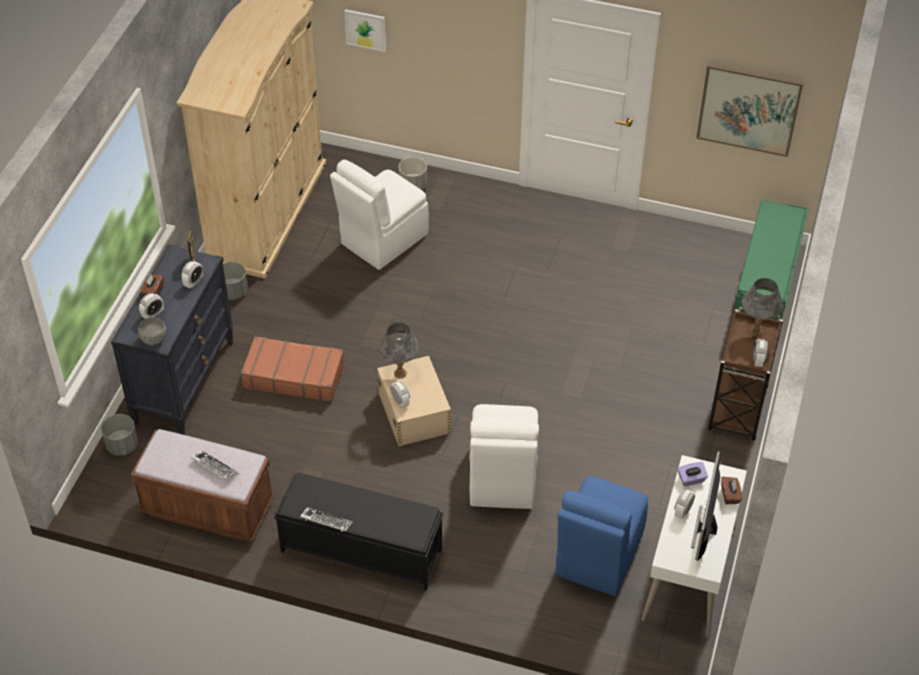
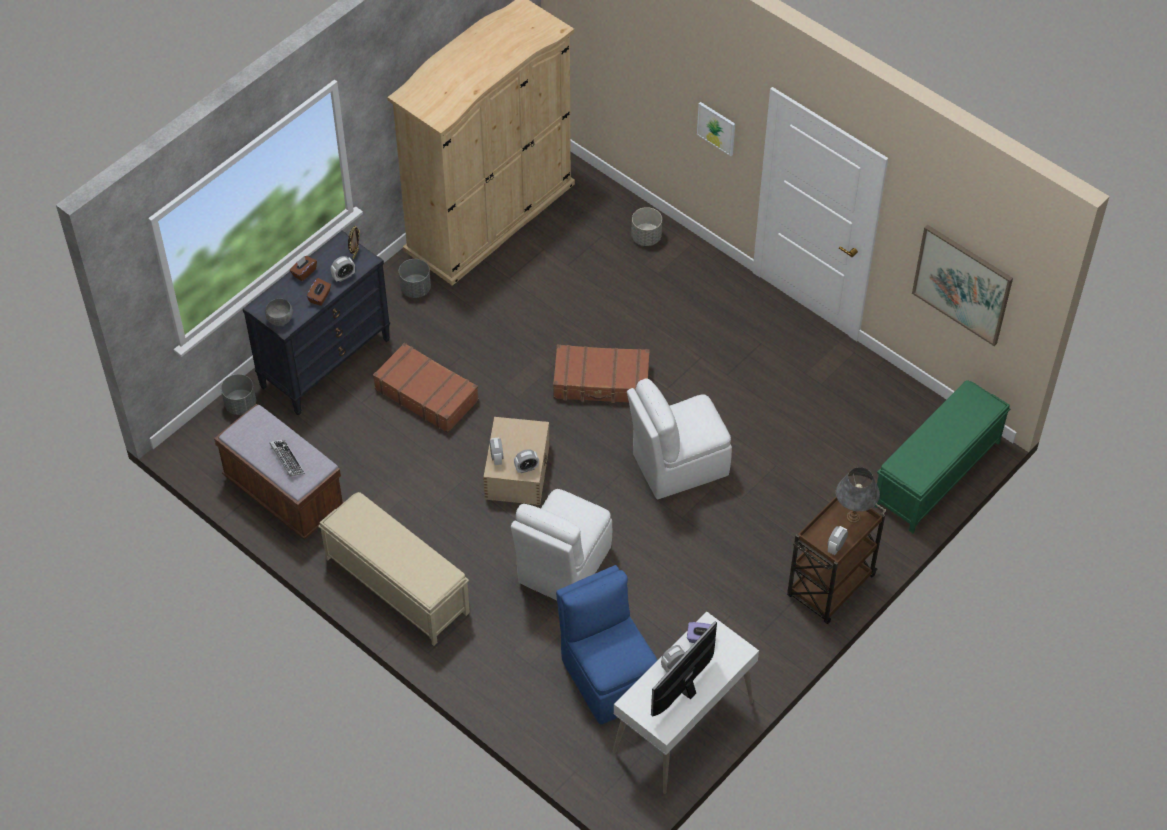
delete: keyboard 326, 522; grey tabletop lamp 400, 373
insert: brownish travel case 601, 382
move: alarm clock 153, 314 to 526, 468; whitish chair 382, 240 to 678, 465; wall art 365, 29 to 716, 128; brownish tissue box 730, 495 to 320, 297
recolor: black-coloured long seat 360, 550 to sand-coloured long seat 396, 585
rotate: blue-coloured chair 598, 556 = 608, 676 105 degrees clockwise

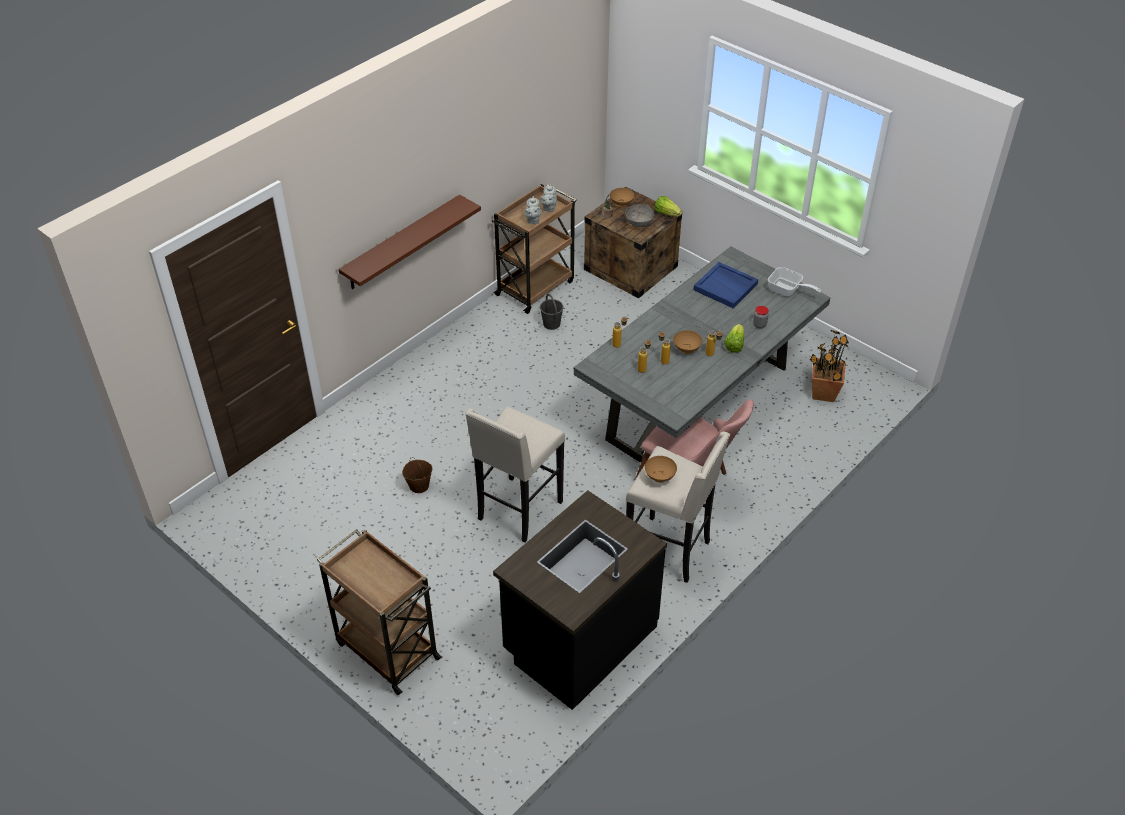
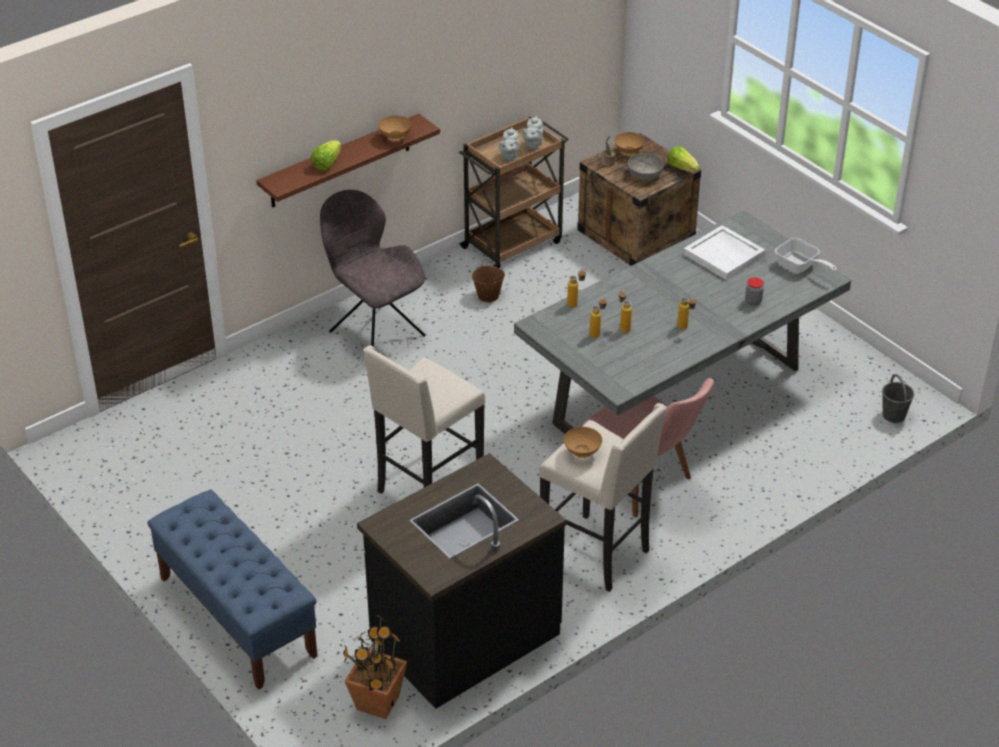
insert: grey chair 375, 332
move: brownish pail 419, 486 to 488, 296; grey pail 551, 324 to 894, 415; brownish serving bowl 687, 350 to 396, 137; lettuce head 734, 345 to 327, 163; plant in a pot 823, 393 to 377, 702
replace: brownish trolley 386, 649 to blue-coloured long seat 237, 616
recolor: blue-coloured carrying tray 726, 287 to whitish carrying tray 724, 255

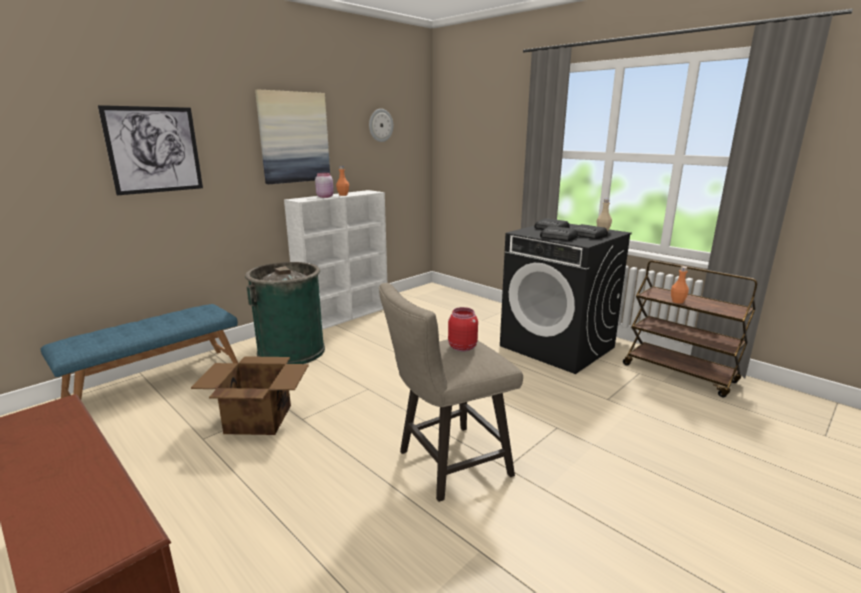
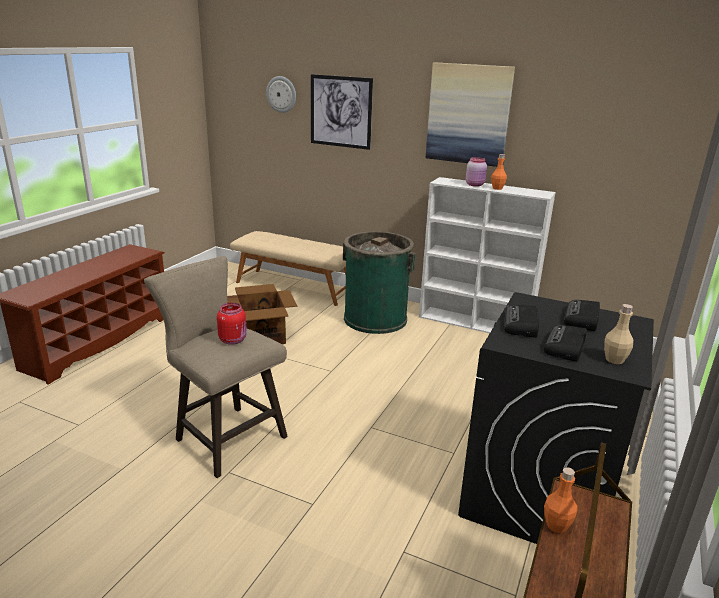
move: hanging clock 380, 125 to 281, 94
recolor: blue-coloured long seat 156, 381 to sand-coloured long seat 294, 286

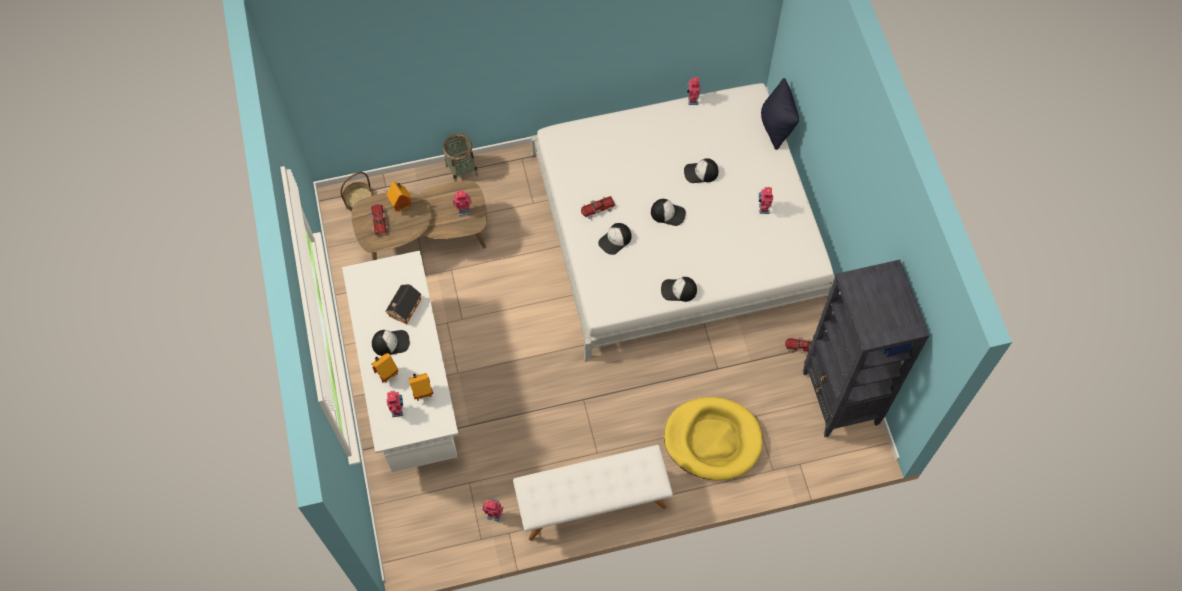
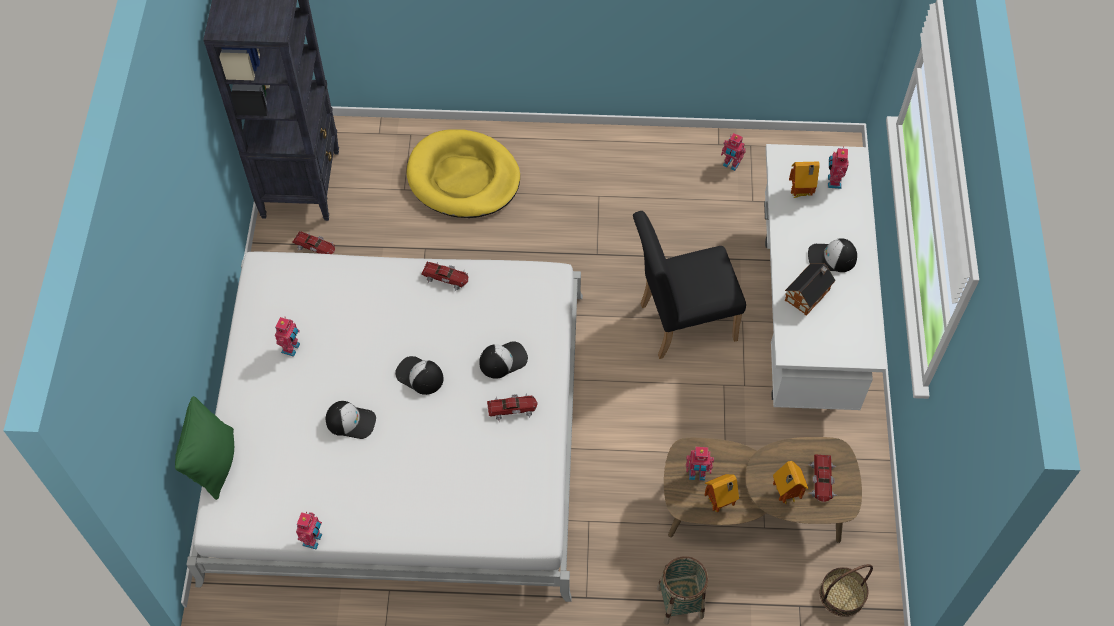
delete: whitish long seat 593, 503
insert: black-coloured chair 680, 323
move: model house 386, 374 to 719, 504
replace: peaked cap 678, 290 to model car 446, 277
recolor: black-coloured throw pillow 776, 127 to greenish throw pillow 214, 463

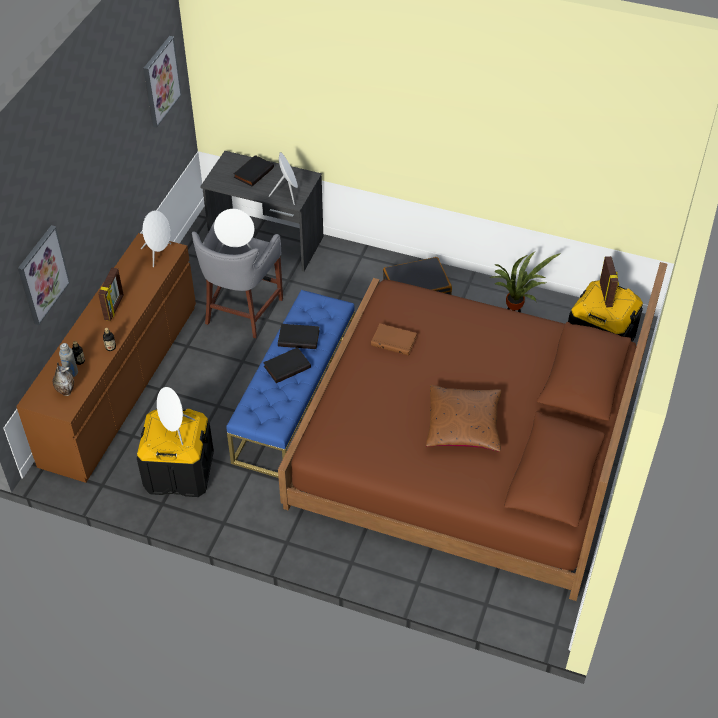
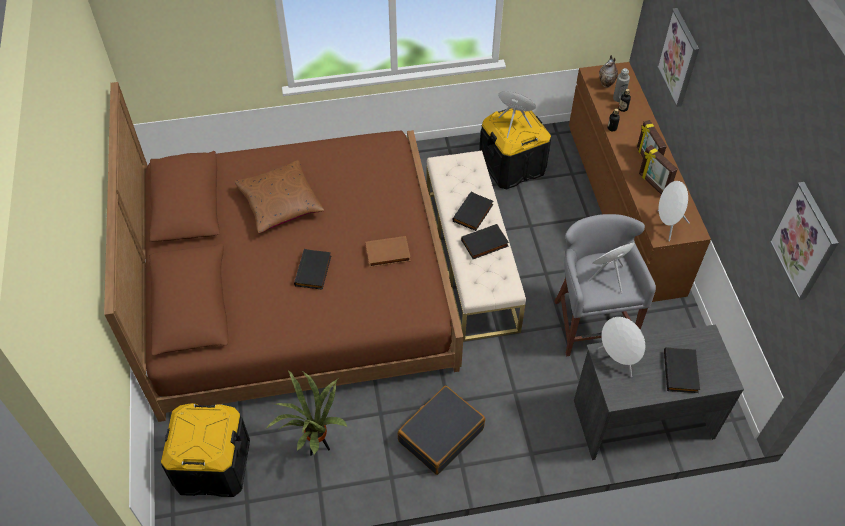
insert: black-coloured book 314, 271
move: picture frame 606, 295 to 653, 184
recolor: blue-coloured long seat 295, 400 to sand-coloured long seat 470, 259

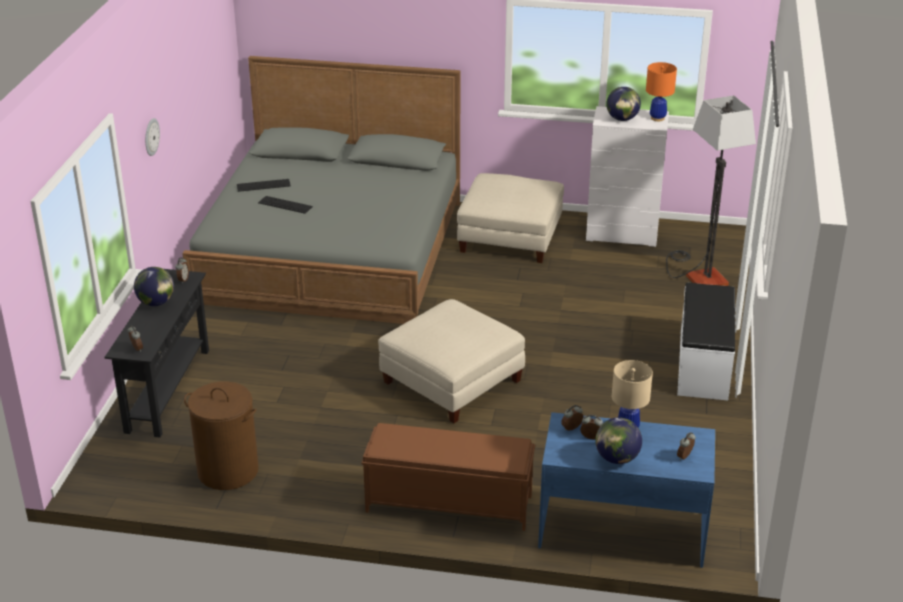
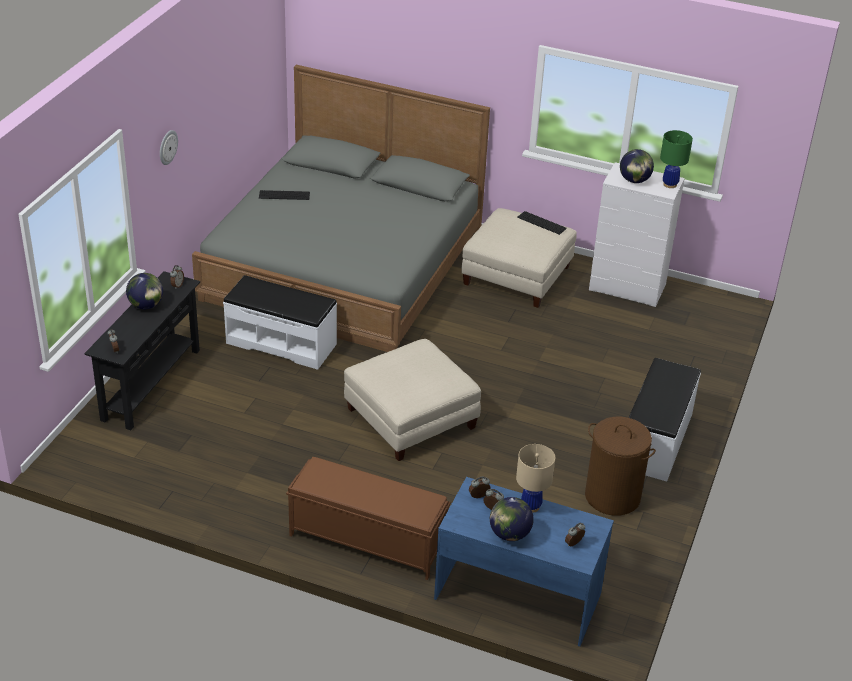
delete: standard lamp 698, 275
insert: whitish long seat 281, 343
move: brownish laundry basket 227, 471 to 612, 496; keyboard 285, 205 to 541, 223
recolor: orangey tabletop lamp 657, 118 to greenish tabletop lamp 670, 184

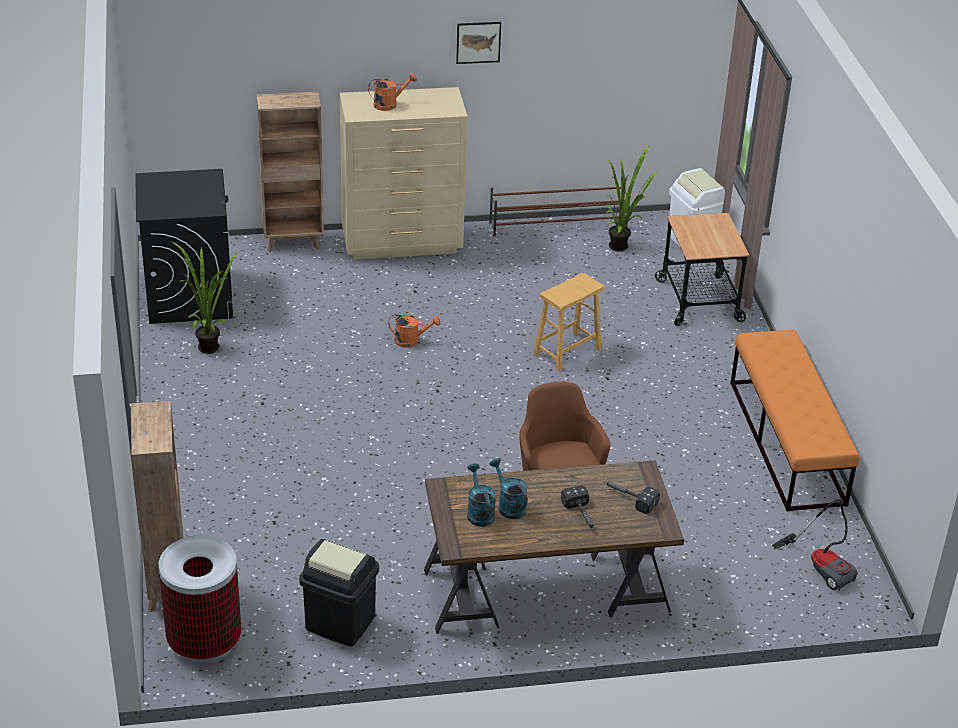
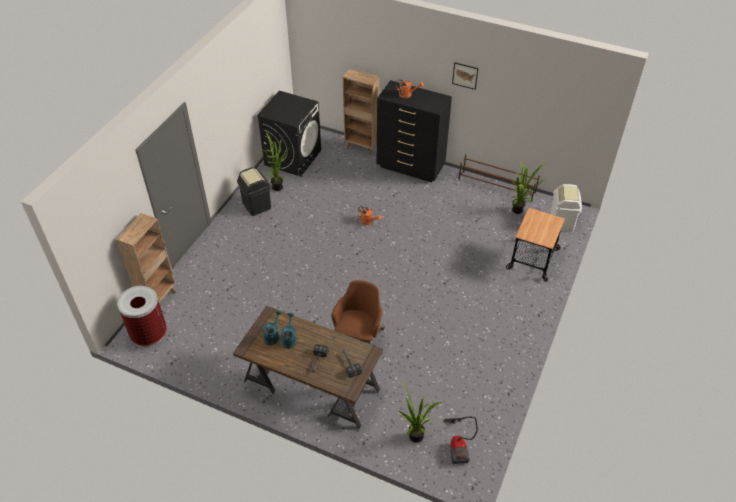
delete: brownish stool seat 567, 351; orangey long seat 786, 442
insert: plant in a pot 414, 440
move: black-coloured waste bin 340, 623 to 256, 206
recolor: sand-coloured dresser 403, 243 to black-coloured dresser 411, 167

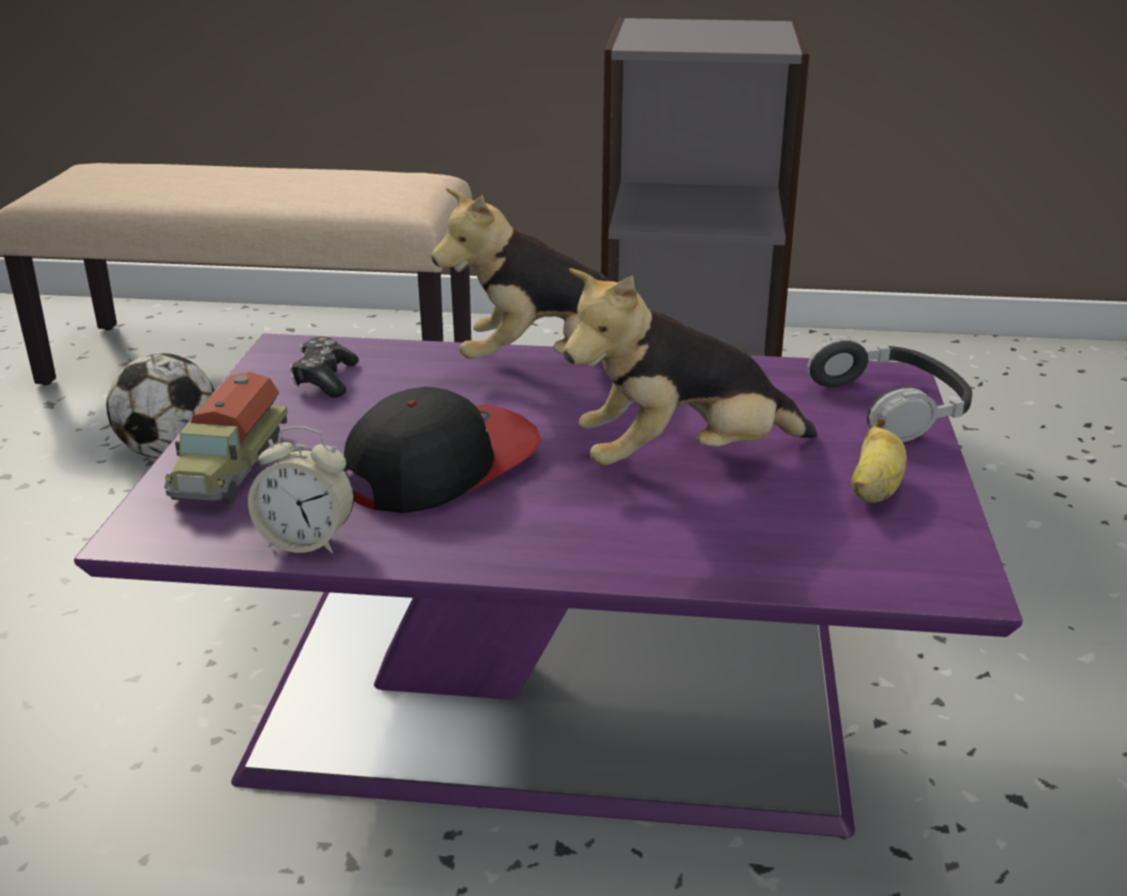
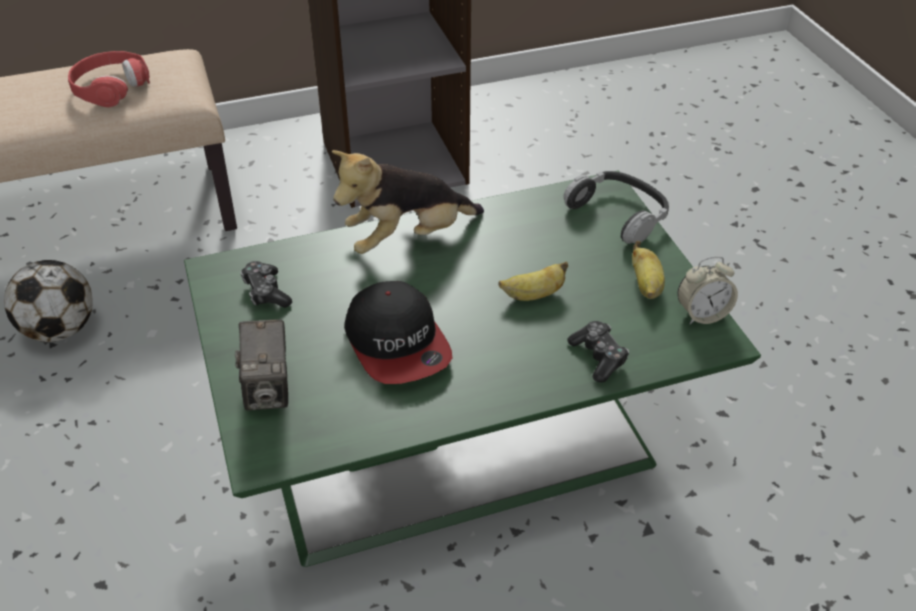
insert: red-coloured headphones 111, 87; gamepad 598, 357
move: alarm clock 307, 541 to 702, 314
replace: model truck 229, 468 to photo camera 268, 389; cuddly toy 683, 461 to whole banana 533, 295
recolor: purple-coloured lounge table 568, 692 to greenish lounge table 460, 431
rotate: peaked cap 441, 465 = 398, 343 135 degrees clockwise

